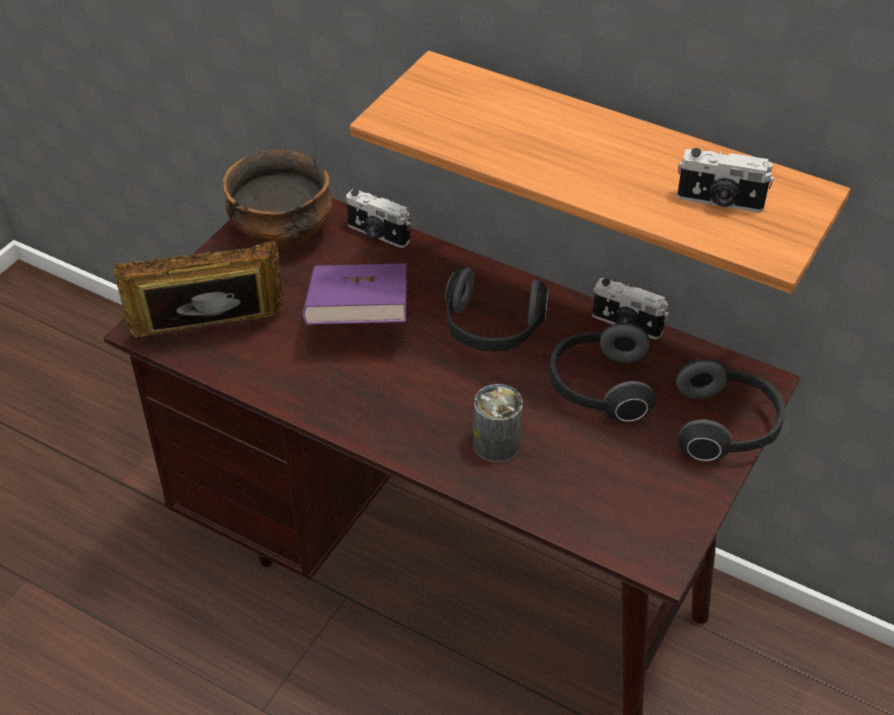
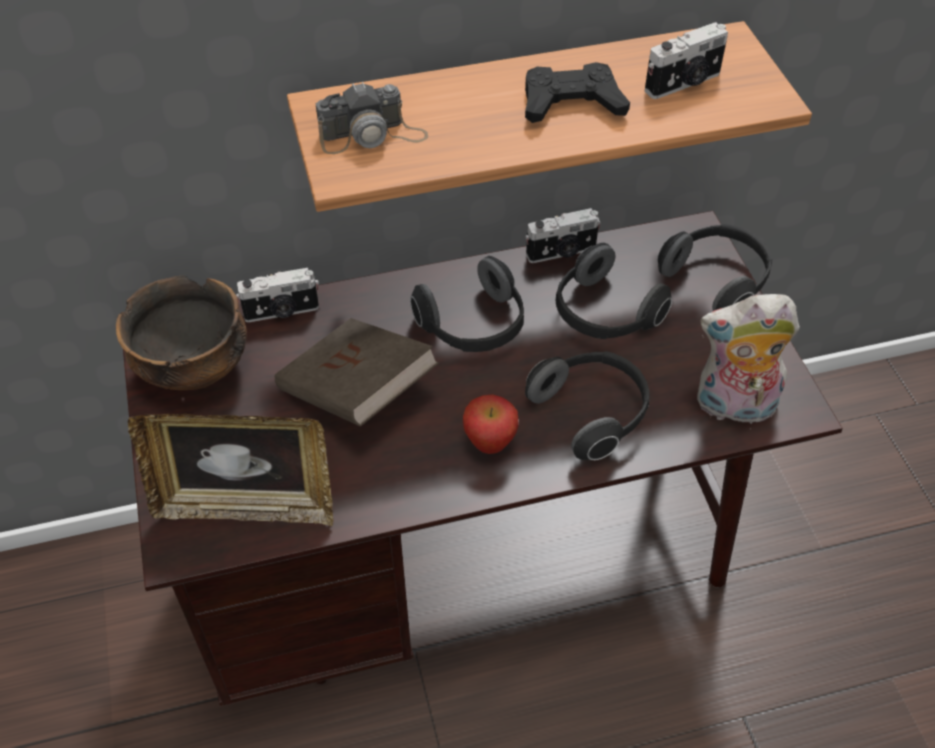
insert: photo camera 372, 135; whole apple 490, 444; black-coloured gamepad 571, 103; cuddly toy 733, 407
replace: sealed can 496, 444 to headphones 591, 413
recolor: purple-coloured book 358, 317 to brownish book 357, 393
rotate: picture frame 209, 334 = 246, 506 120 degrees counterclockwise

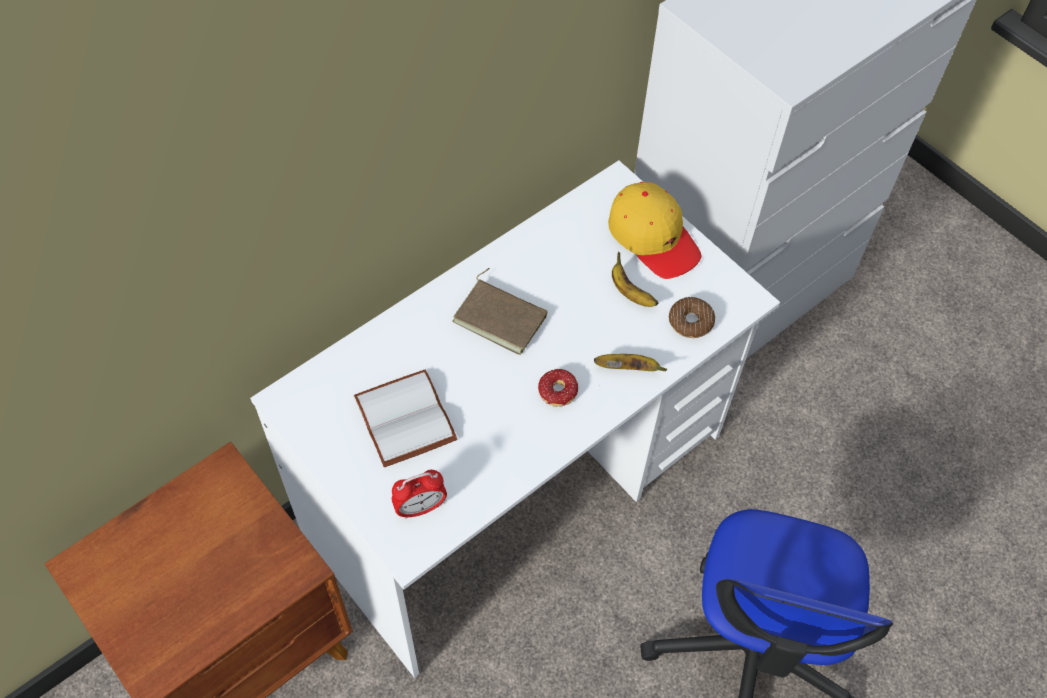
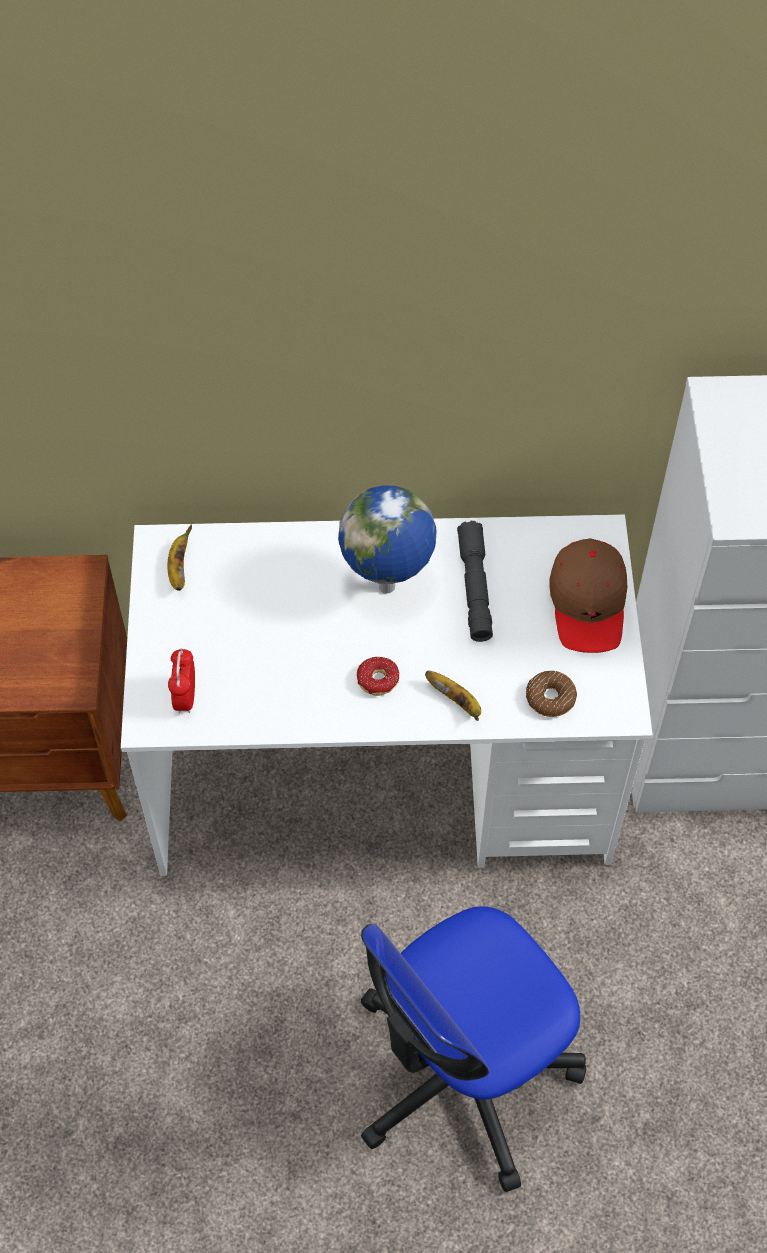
delete: whitish book 408, 419
insert: grey torch 475, 588
move: whole banana 630, 292 to 179, 568
replace: brownish book 501, 317 to world globe 389, 588
recolor: yellowish peaked cap 653, 237 to brownish peaked cap 588, 603
rotate: alarm clock 420, 508 = 185, 697 75 degrees clockwise

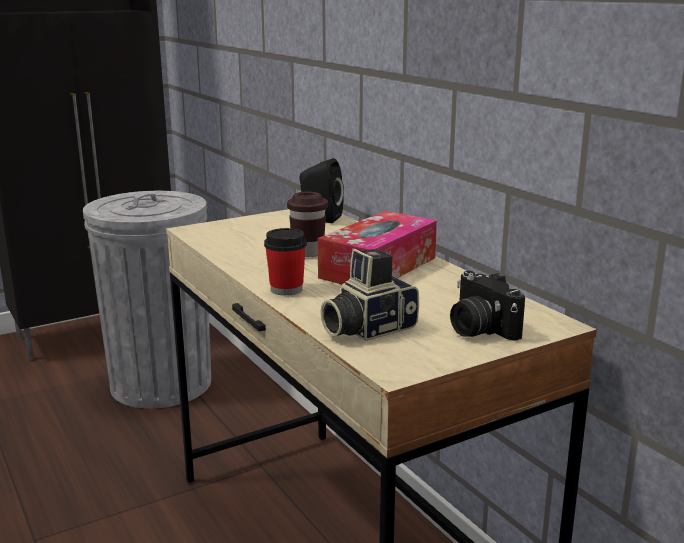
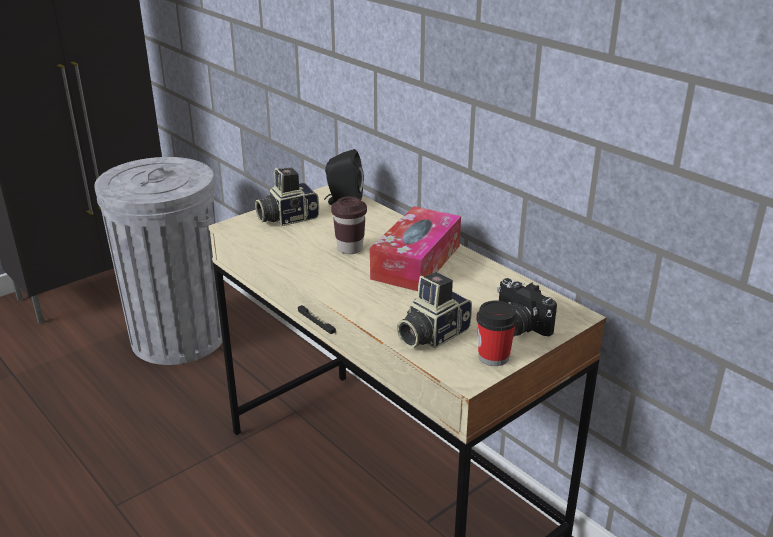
insert: photo camera 287, 218
move: small cup 286, 289 to 493, 357

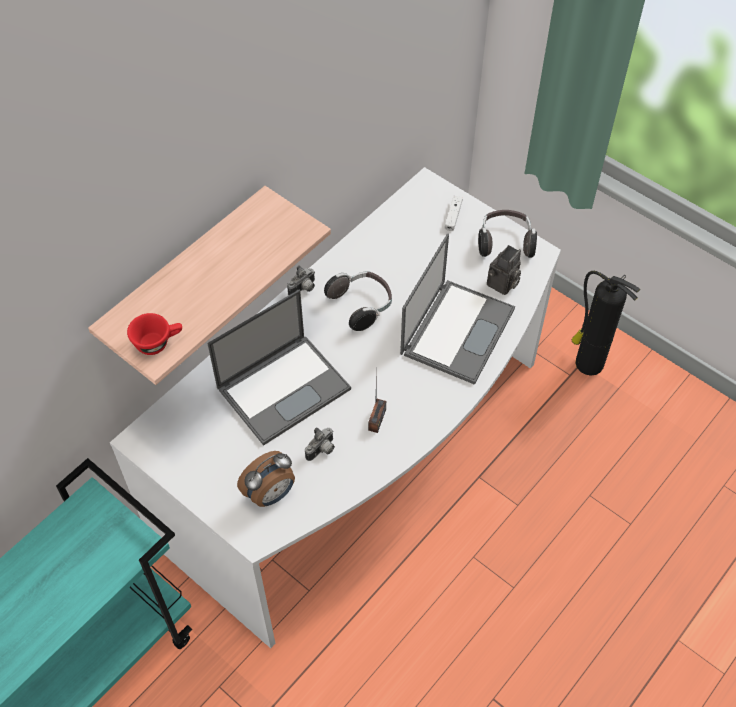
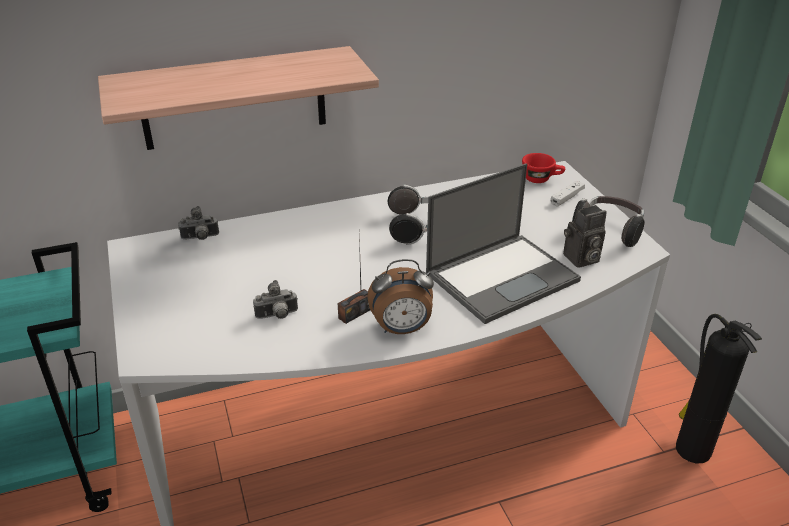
delete: laptop 284, 387
move: red-coloured small cup 158, 342 to 541, 179; alarm clock 271, 494 to 401, 329; photo camera 303, 289 to 200, 238

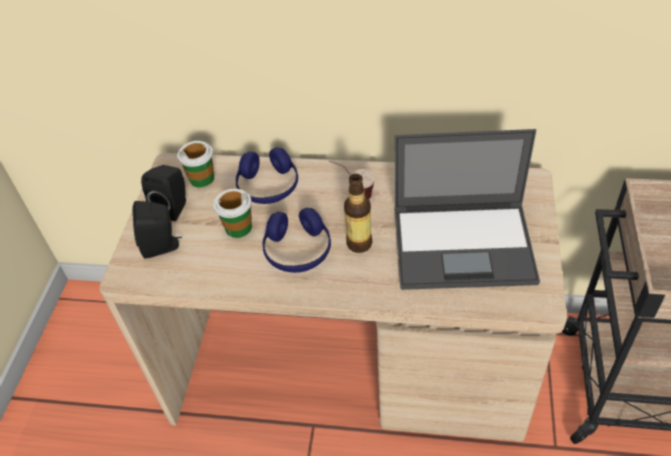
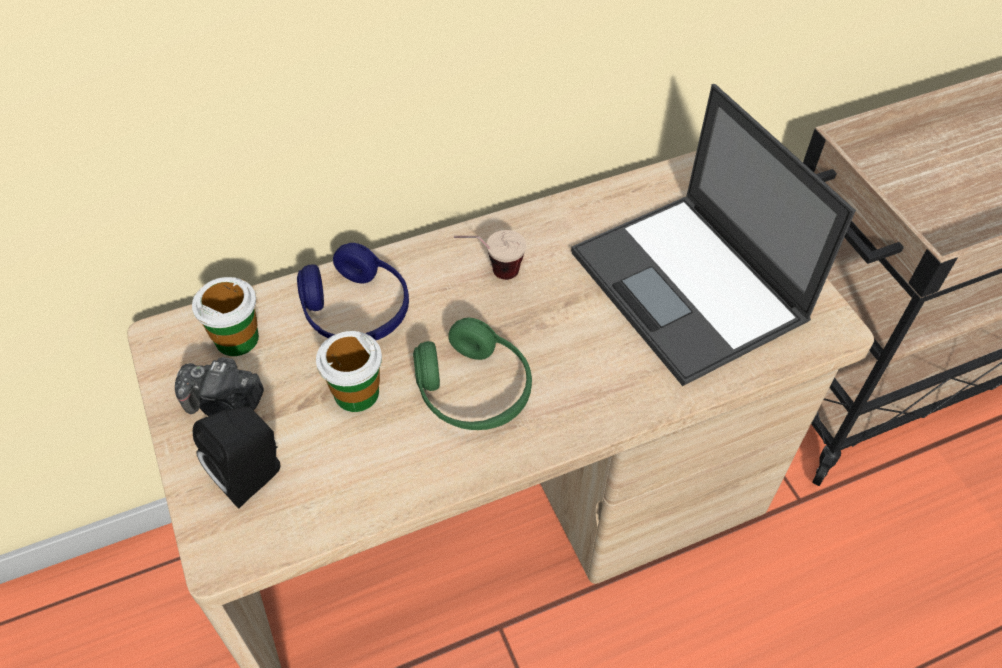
delete: drink bottle 359, 244
replace: black-coloured speaker 174, 207 to photo camera 224, 404
recolor: blue-coloured headphones 298, 250 to greenish headphones 473, 390
rotate: laptop 465, 245 = 689, 288 90 degrees clockwise

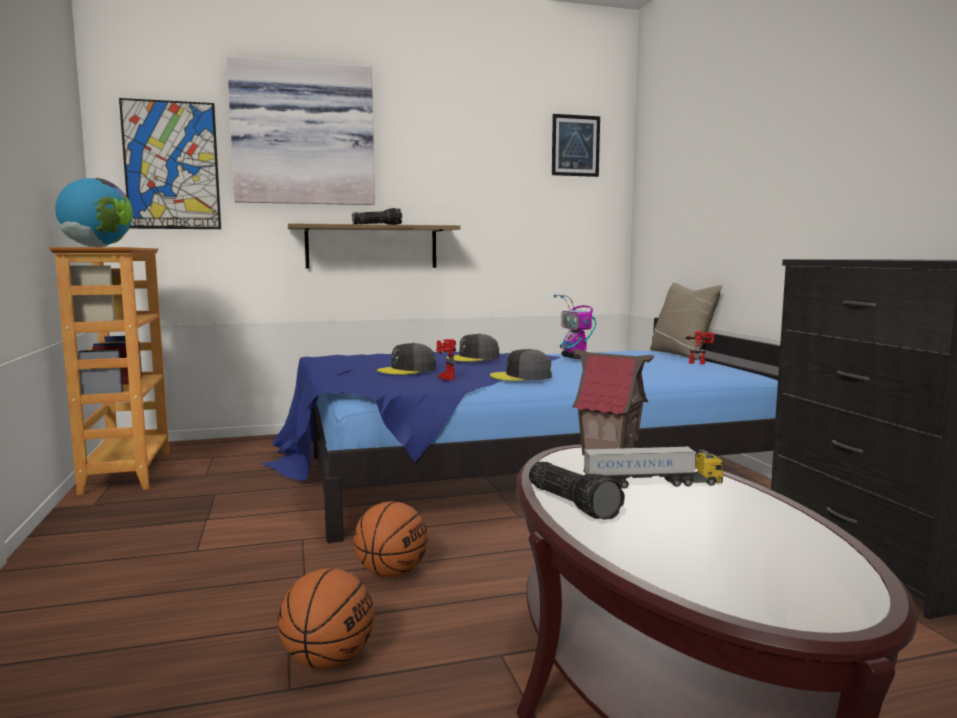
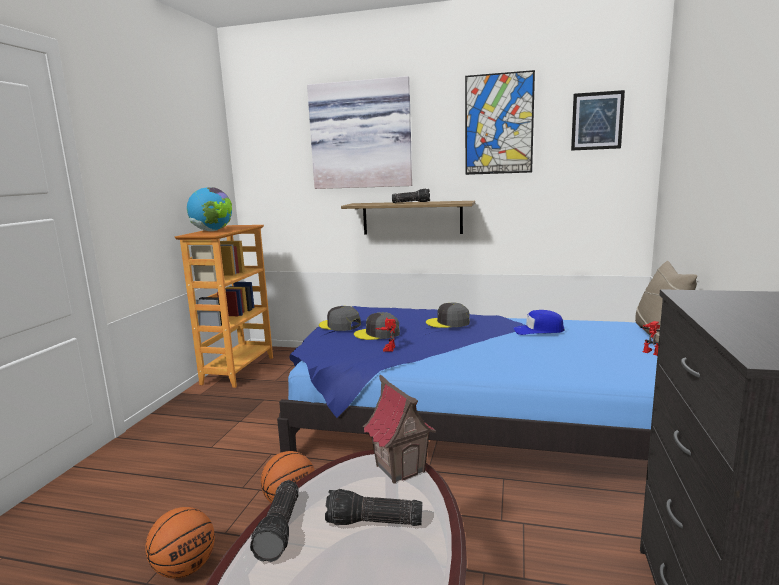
move: wall art 171, 165 to 498, 124; grey peaked cap 522, 376 to 340, 325
replace: model robot 575, 357 to blue-coloured peaked cap 538, 330; model truck 653, 484 to torch 373, 523

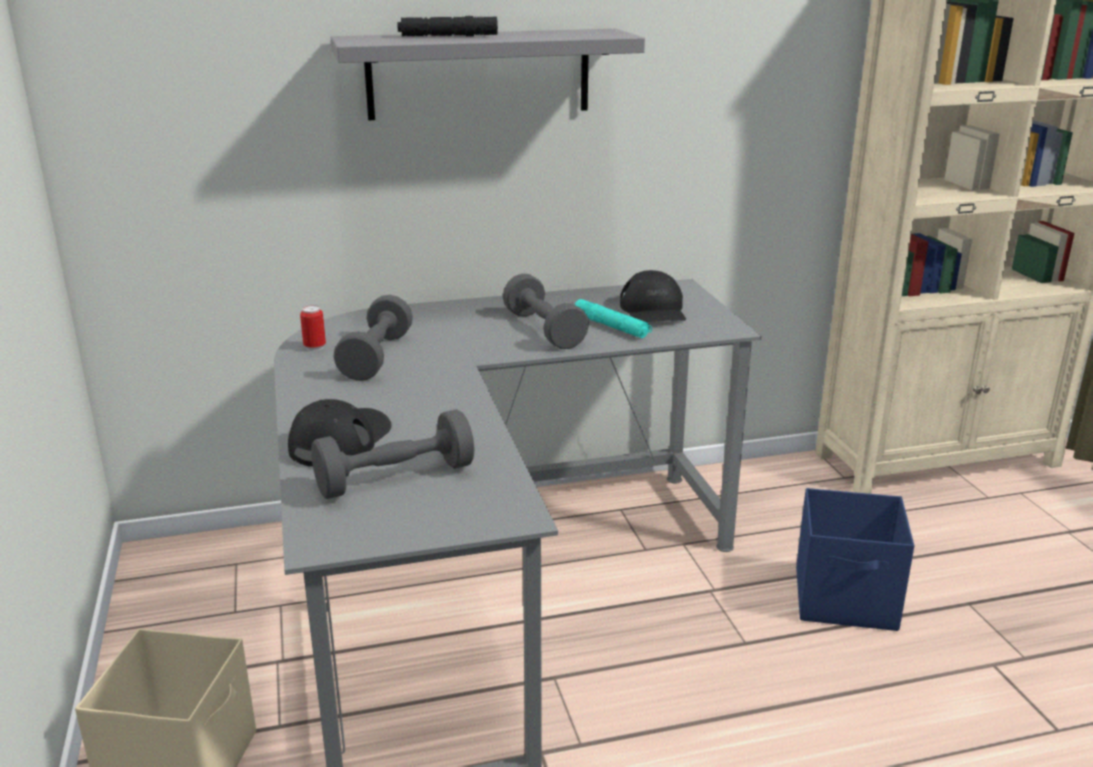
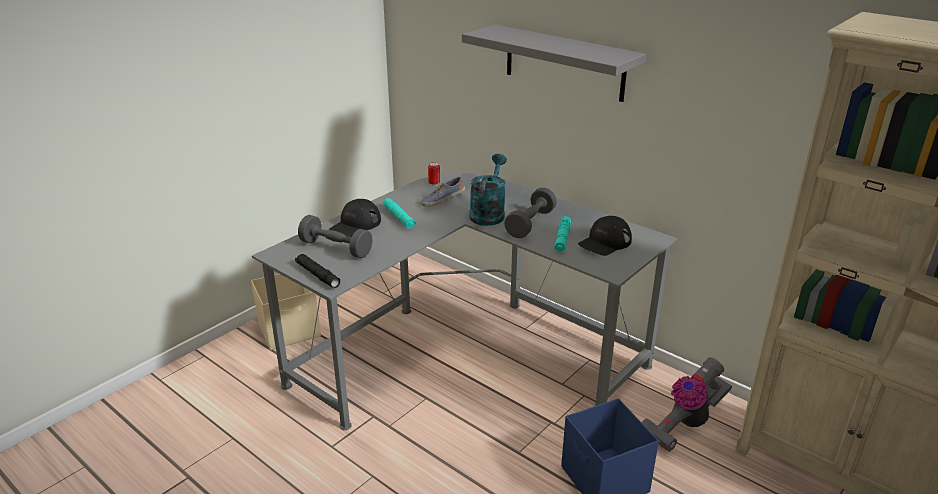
insert: blue-green torch 399, 218; blue-green watering can 488, 213; vacuum 684, 423
move: black-coloured torch 447, 36 to 318, 275
replace: grey dumbbell 376, 357 to shoe 442, 199
rotate: black-coloured peaked cap 340, 440 = 355, 225 135 degrees clockwise

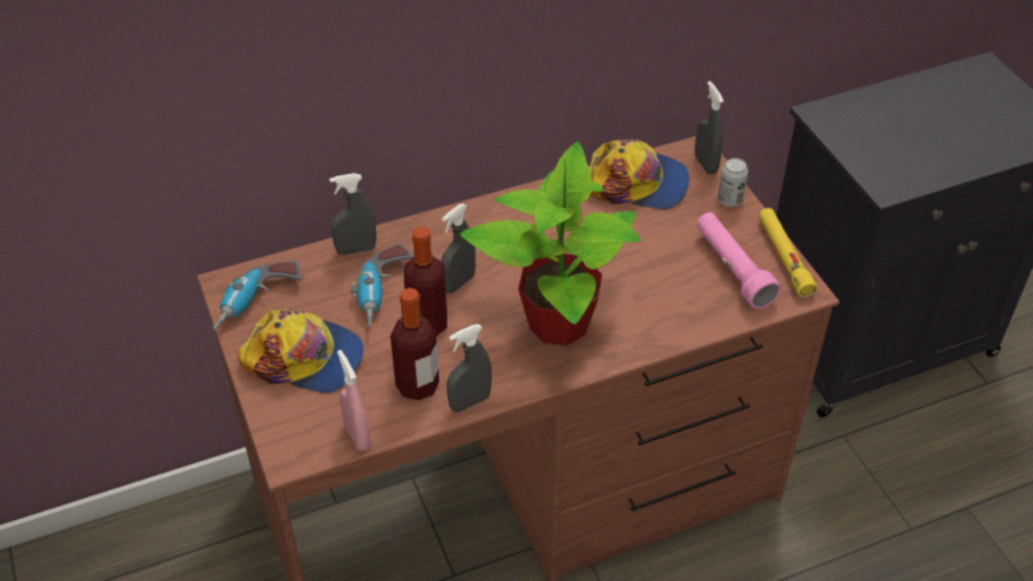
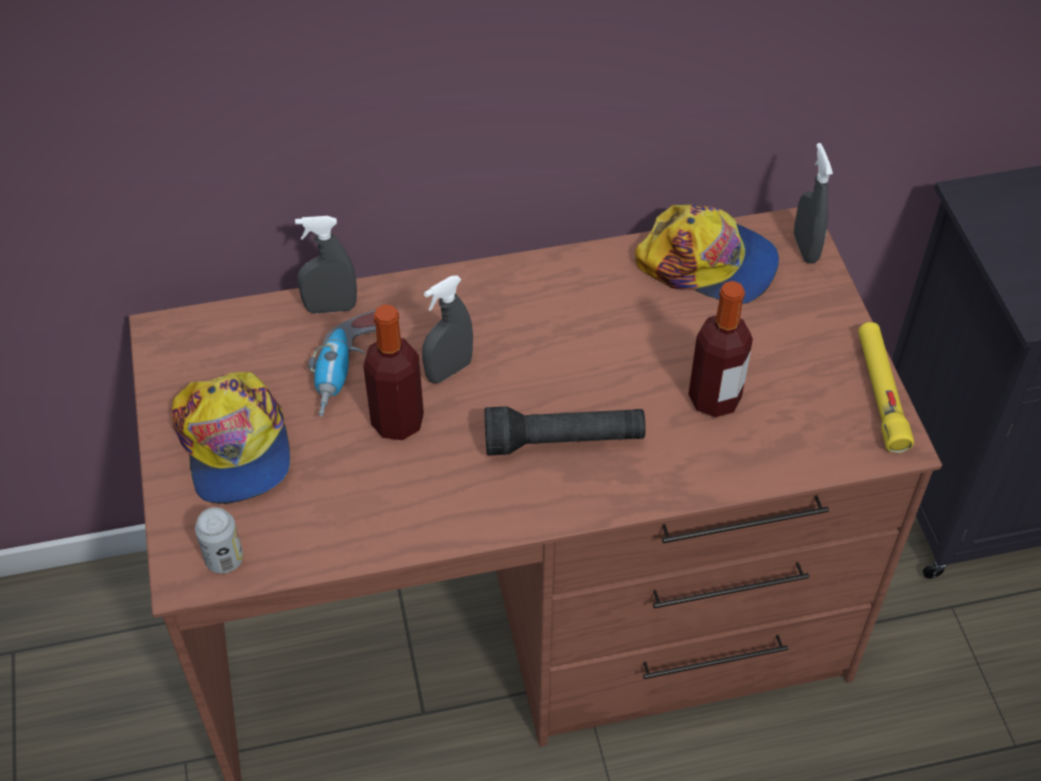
delete: electric drill 257, 304; pink-coloured hand sprayer 357, 436; grey hand sprayer 470, 402; pink-coloured torch 732, 269
move: drink bottle 417, 386 to 714, 399; sealed can 730, 200 to 224, 559
replace: plant in a pot 558, 322 to black-coloured torch 564, 441
rotate: peaked cap 304, 358 = 234, 445 45 degrees clockwise

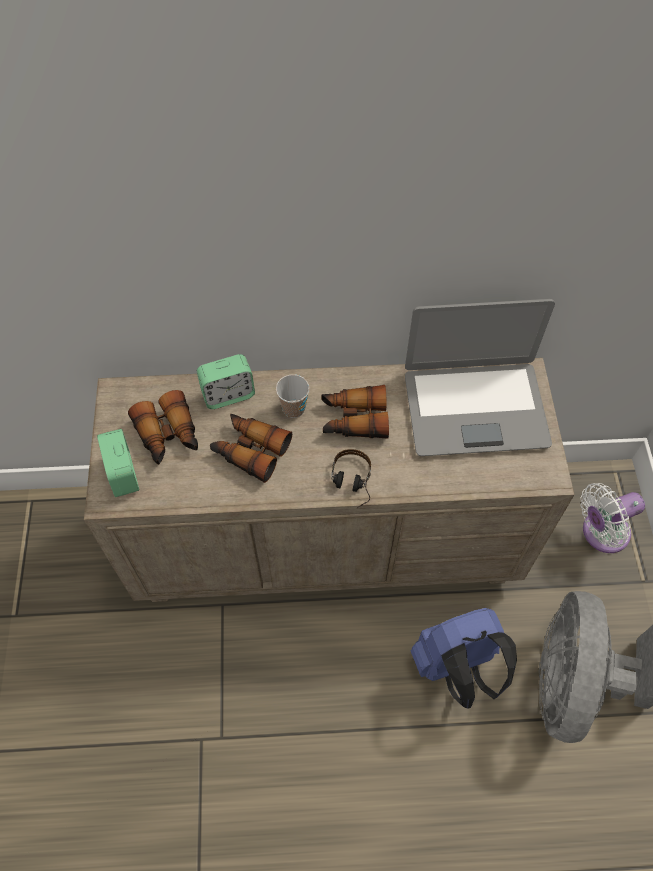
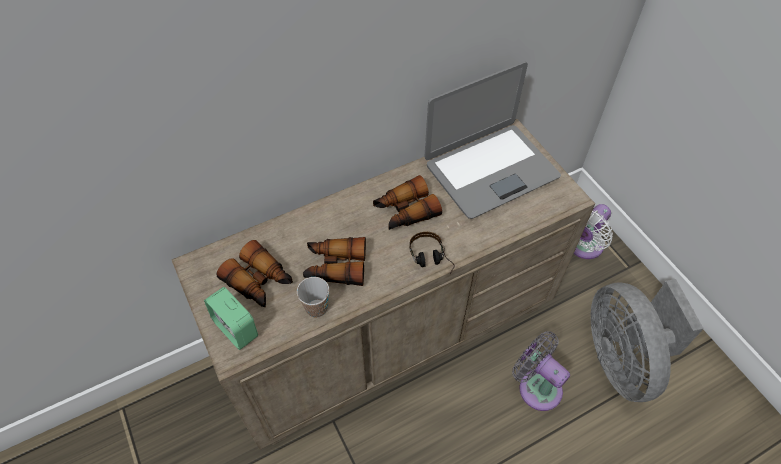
delete: alarm clock 228, 394
move: small cup 293, 408 to 316, 308
replace: blue-coloured rucksack 456, 667 to grey cooling fan 536, 386

